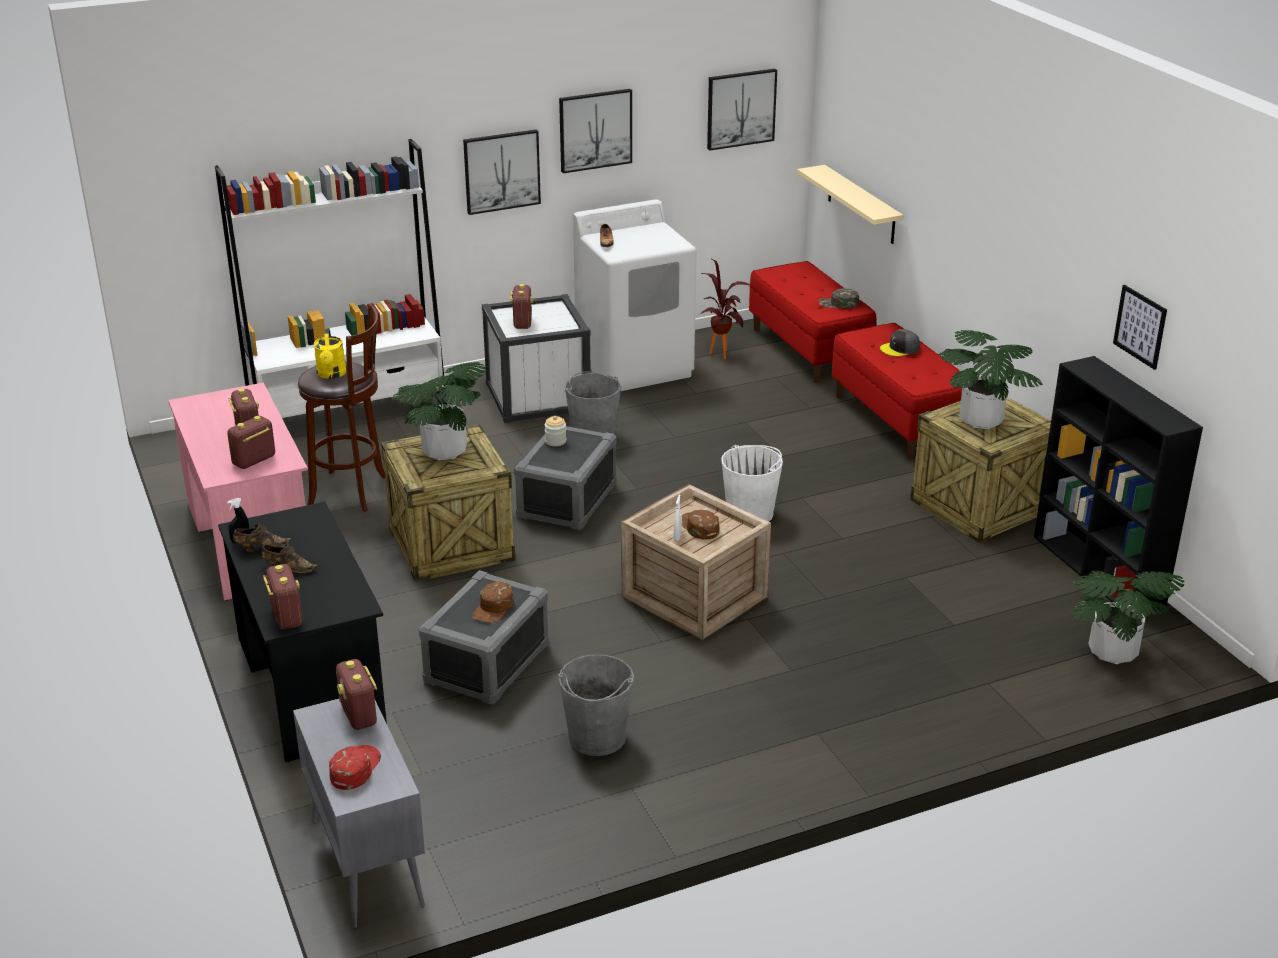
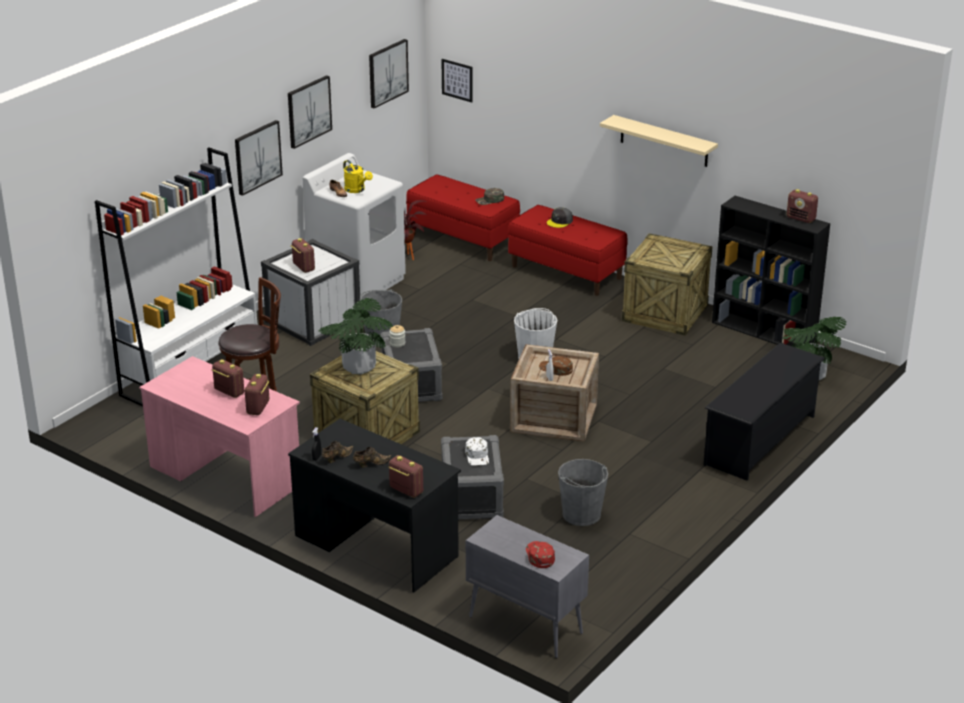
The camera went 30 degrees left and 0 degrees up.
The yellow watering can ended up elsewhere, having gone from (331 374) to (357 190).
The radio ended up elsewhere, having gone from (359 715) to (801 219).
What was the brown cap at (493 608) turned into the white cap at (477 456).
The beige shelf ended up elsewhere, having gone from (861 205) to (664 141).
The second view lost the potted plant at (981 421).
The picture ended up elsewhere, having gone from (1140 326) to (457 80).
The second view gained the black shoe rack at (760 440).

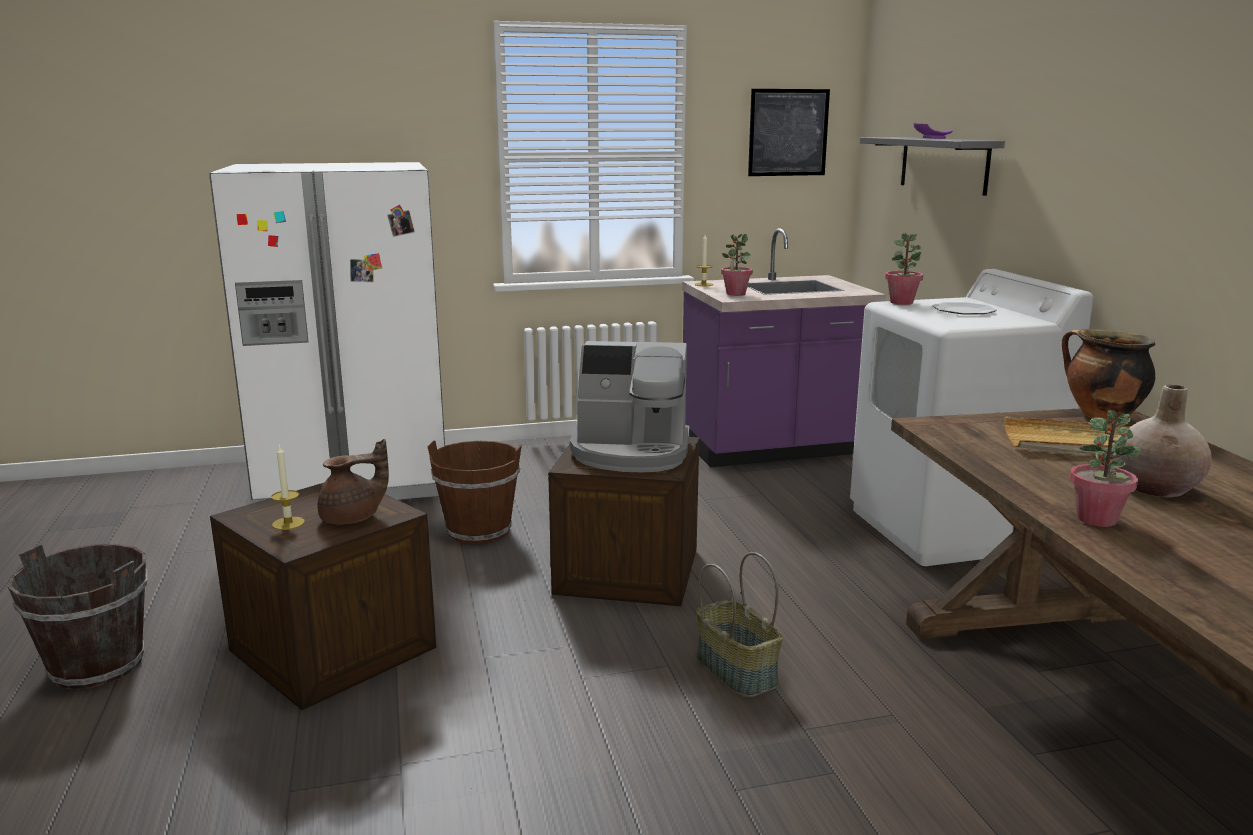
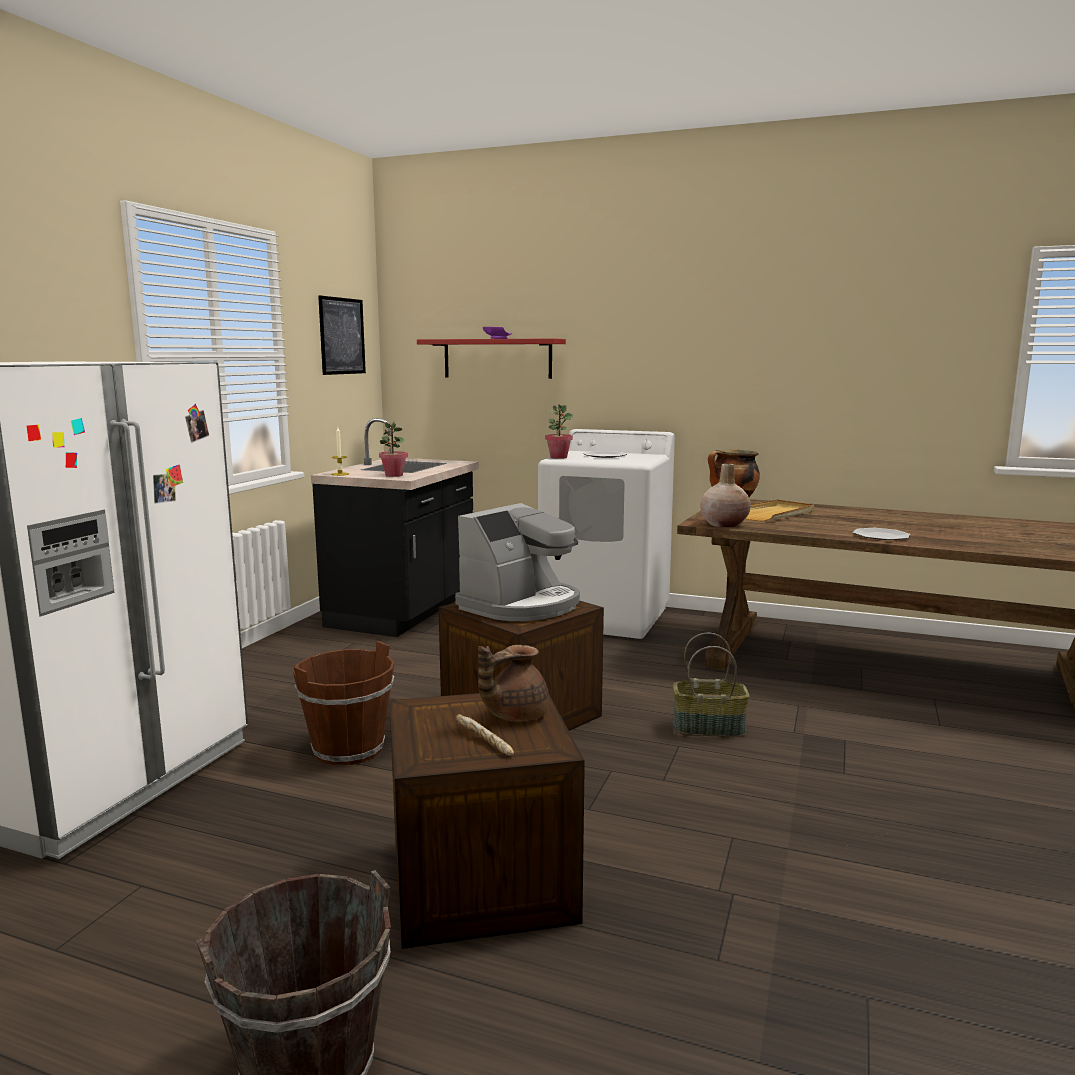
The camera went 55 degrees left and 5 degrees down.
Where the candle stood at (288 523), the bread came to stand at (483 743).
The brown teapot at (353 518) ended up facing another way, 135 degrees counterclockwise from before.
What was the purple counter at (772 449) turned into the black counter at (404 612).
What was the grey shelf at (943 164) turned into the red shelf at (497 358).
Where the potted plant stood at (1097 519), the plate came to stand at (881 536).
The beige vase ended up elsewhere, having gone from (1156 488) to (724 524).

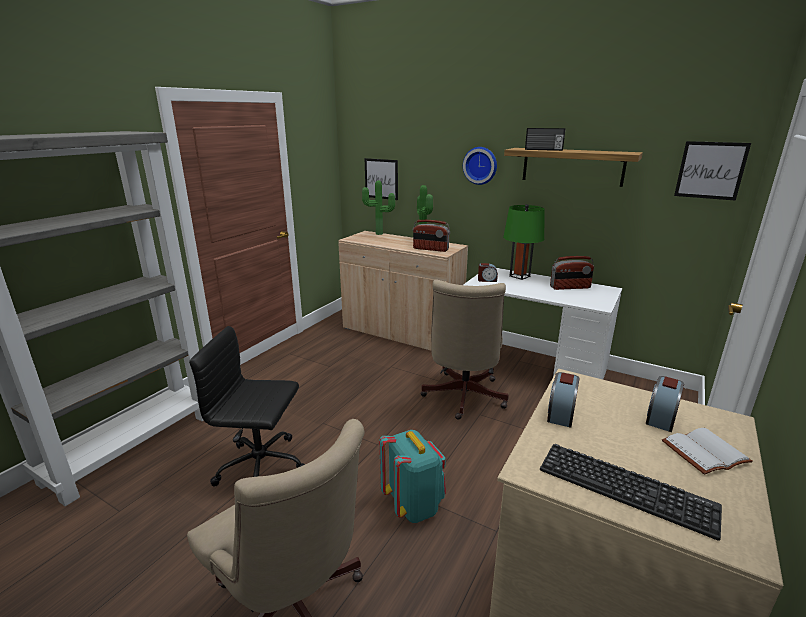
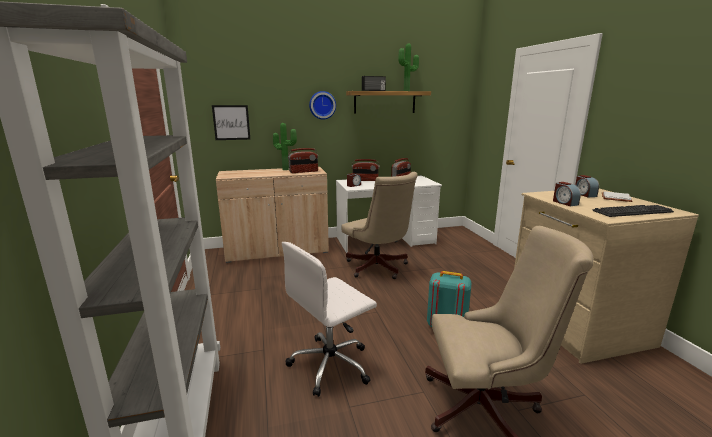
The camera went 45 degrees left and 5 degrees down.
What was the black office chair at (263 468) turned into the white office chair at (331 364).
The potted plant ended up elsewhere, having gone from (379 234) to (407 91).
Where the green table lamp stood at (519 276), the radio came to stand at (365 180).
The second view lost the picture at (710 170).

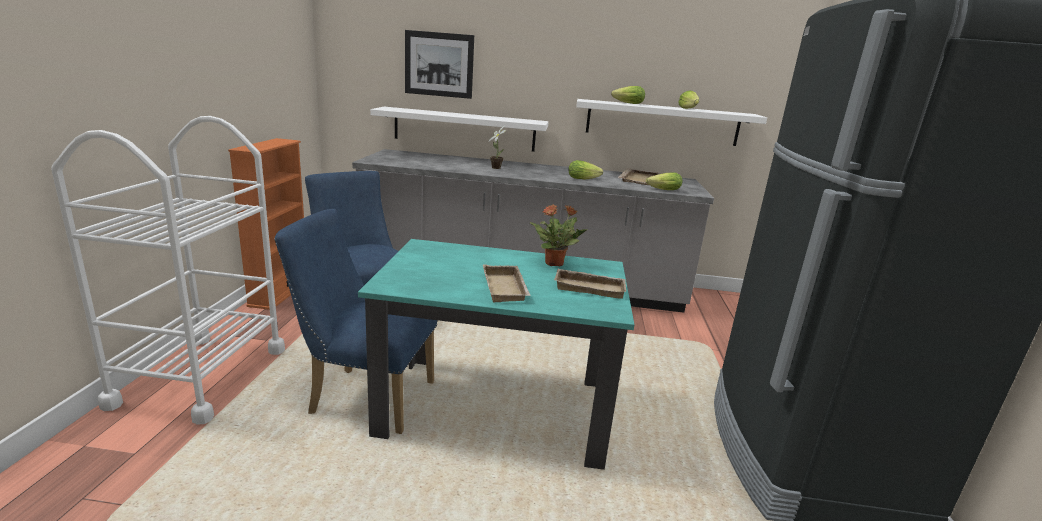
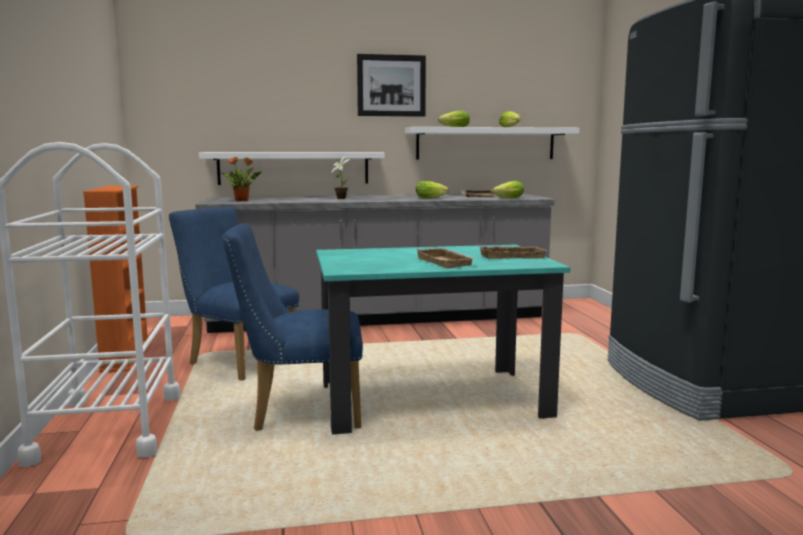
The camera went 15 degrees left and 10 degrees down.
The picture ended up elsewhere, having gone from (439 64) to (391 85).
The potted plant ended up elsewhere, having gone from (555 263) to (242 200).

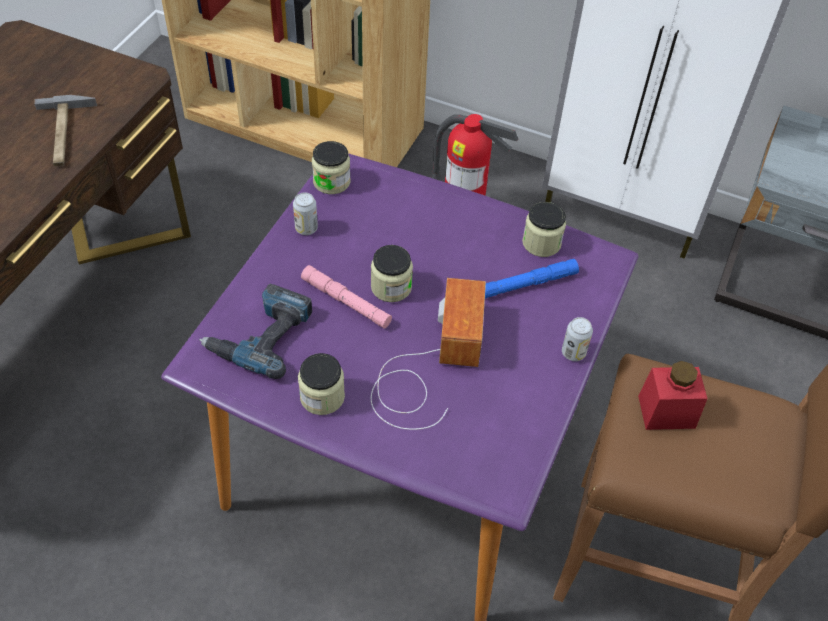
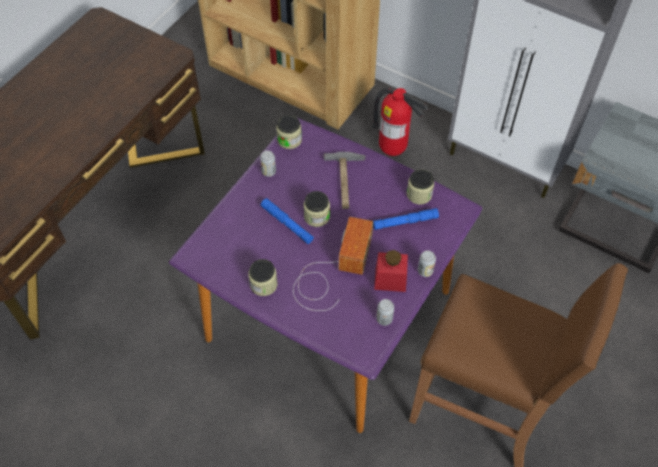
The camera went 10 degrees right and 5 degrees up.
The hammer ended up elsewhere, having gone from (64 134) to (345 182).
The second view lost the power drill at (261 335).
What was the pink flashlight at (346 301) turned into the blue flashlight at (287 223).
The red jar ended up elsewhere, having gone from (666 412) to (390 280).
The second view gained the can at (384 319).

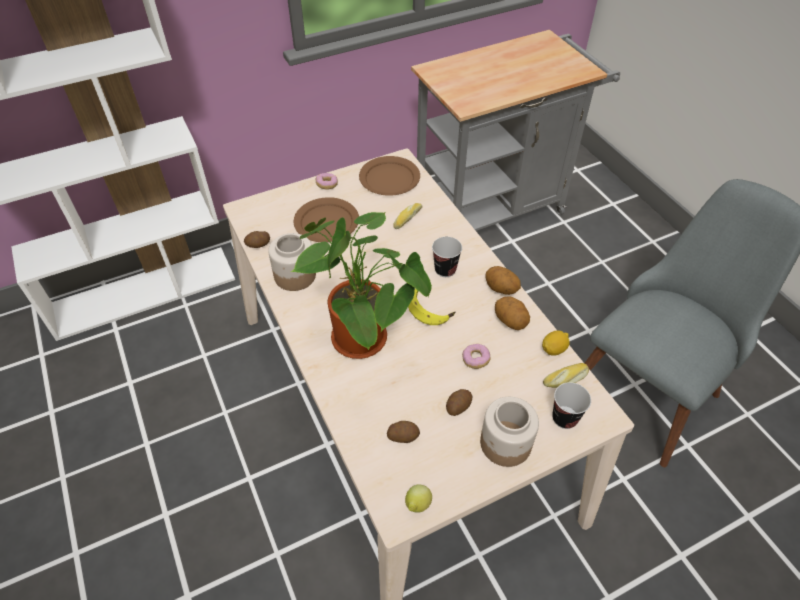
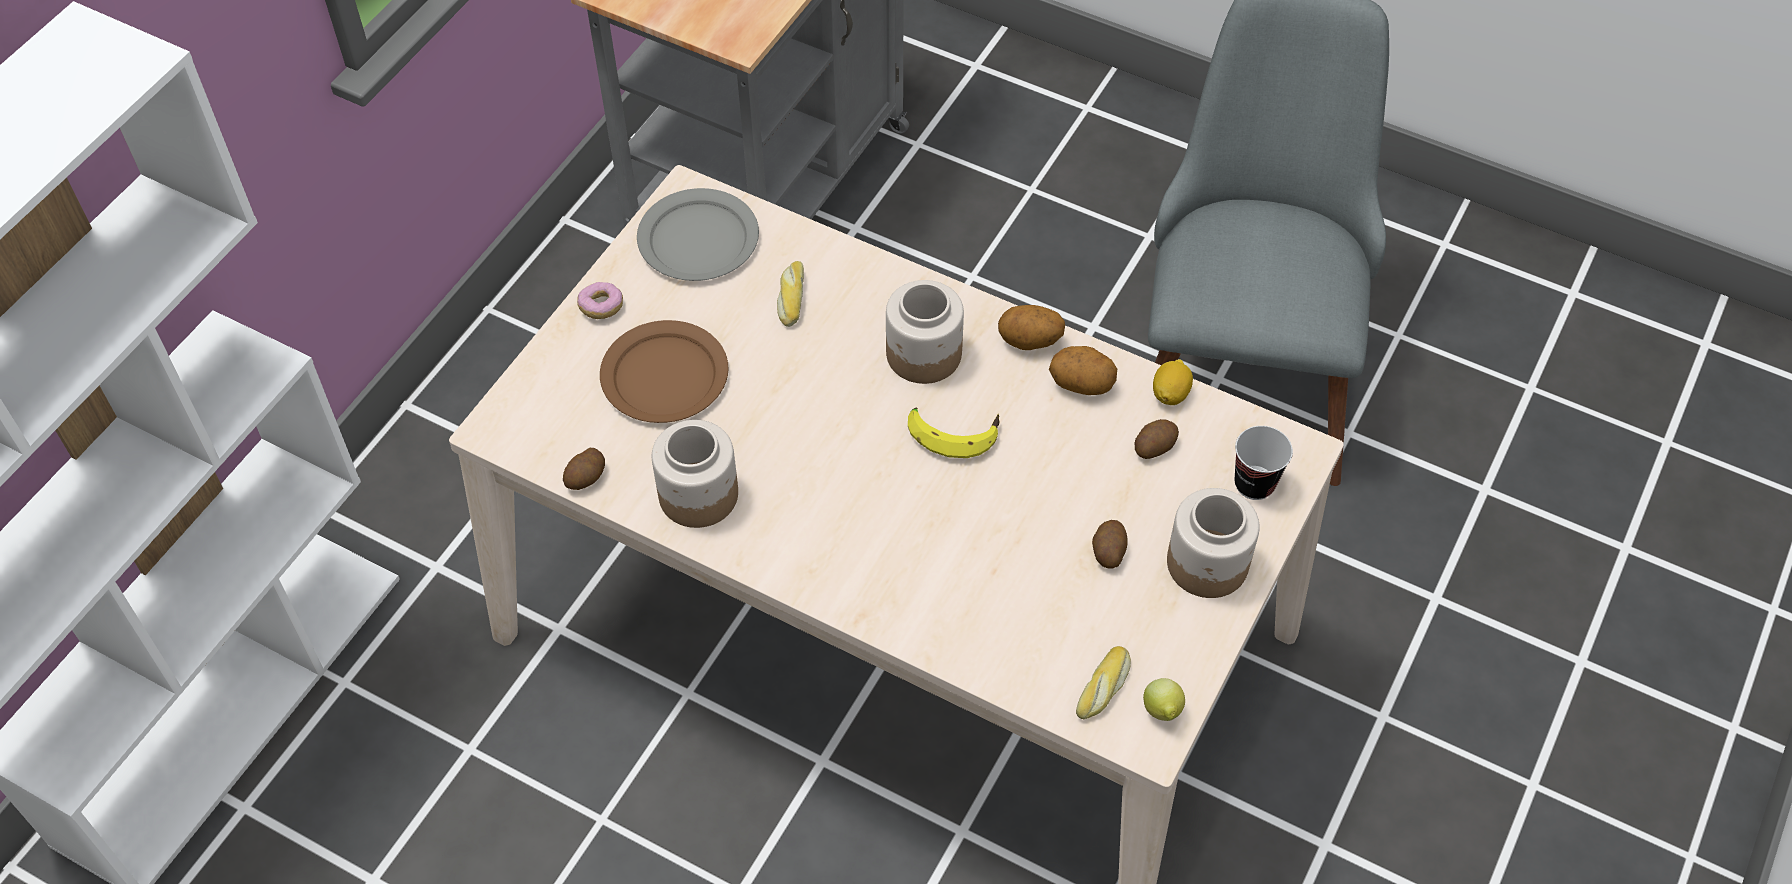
The camera went 35 degrees left and 5 degrees up.
The second view lost the potted plant at (365 342).
What was the brown plate at (390 178) turned into the grey plate at (699 239).
The potato ended up elsewhere, having gone from (403 436) to (1154 446).
Where the cup stood at (445 270), the jar came to stand at (923 355).
The second view lost the donut at (475 360).
The bread ended up elsewhere, having gone from (566 379) to (1104 688).

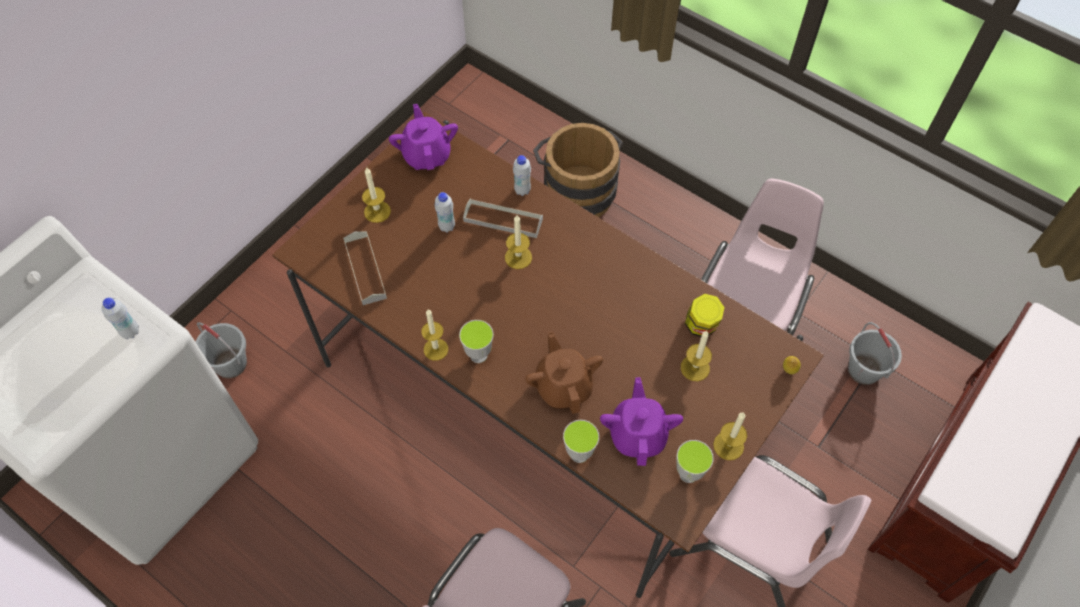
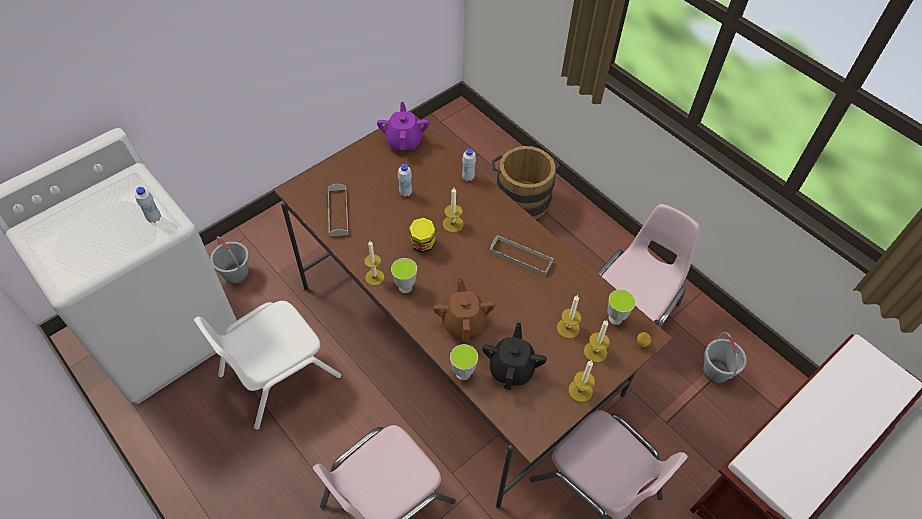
The camera went 10 degrees right and 5 degrees down.
The candle ended up elsewhere, having gone from (377 211) to (595 352).
The grey tray ended up elsewhere, having gone from (503 220) to (520 257).
What was the purple teapot at (638 434) turned into the black teapot at (511 368).
The cup ended up elsewhere, having gone from (688 474) to (615 318).
The jar ended up elsewhere, having gone from (701 326) to (422 245).
The second view gained the white chair at (278 375).

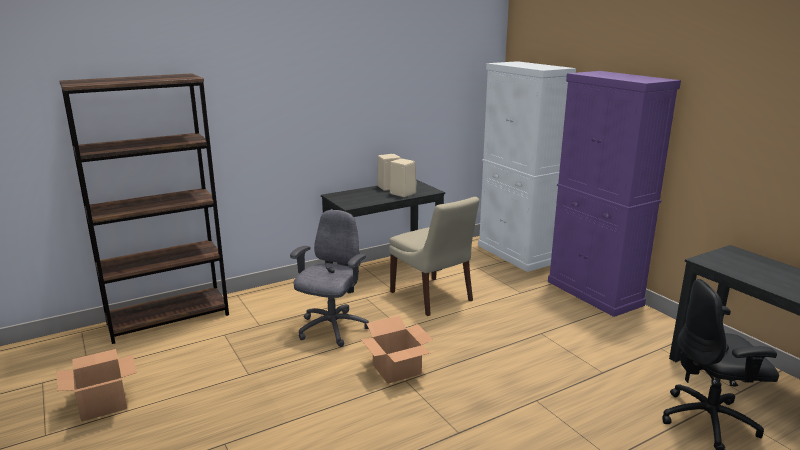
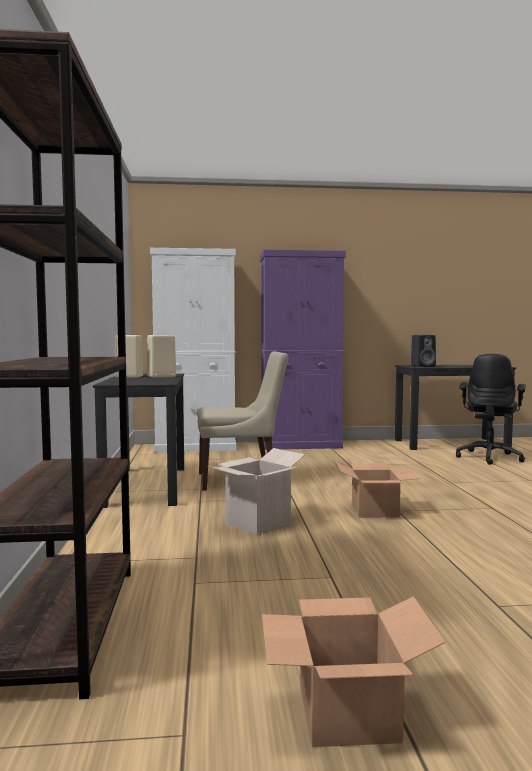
The camera went 65 degrees left and 15 degrees down.
Where the grey office chair stood at (331 329), the cardboard box came to stand at (258 523).
The second view gained the black speaker at (423 366).

